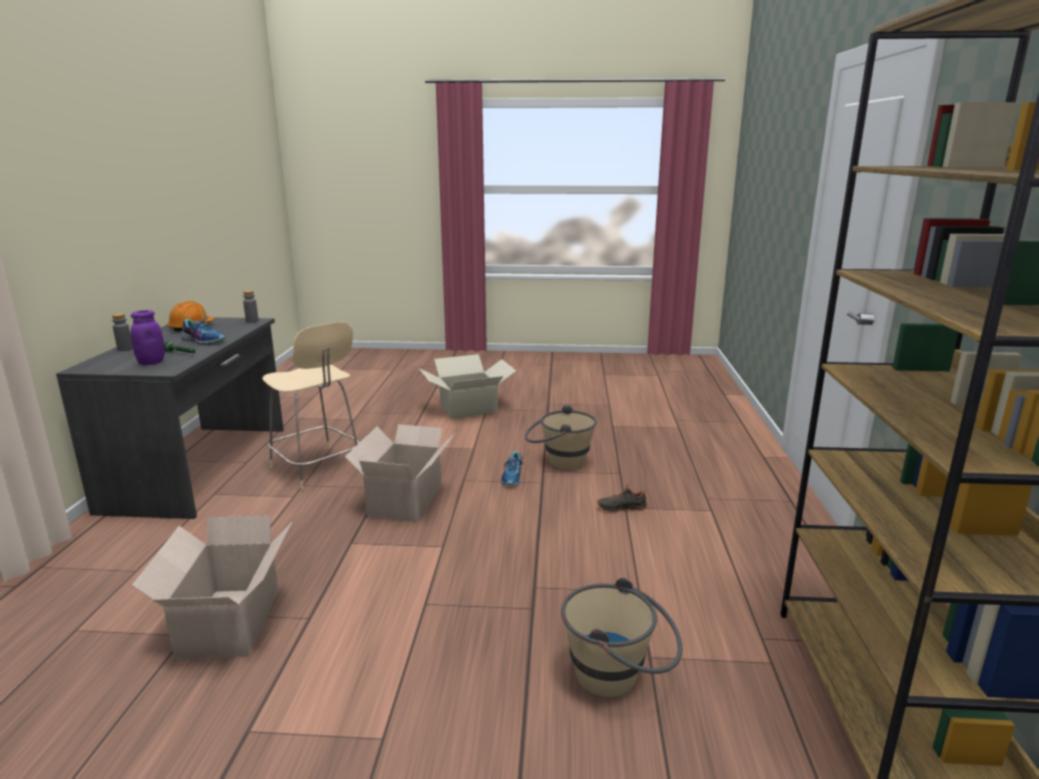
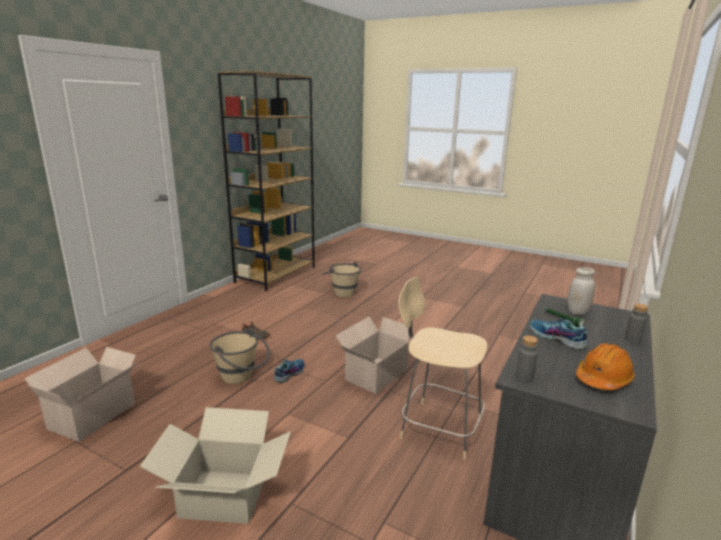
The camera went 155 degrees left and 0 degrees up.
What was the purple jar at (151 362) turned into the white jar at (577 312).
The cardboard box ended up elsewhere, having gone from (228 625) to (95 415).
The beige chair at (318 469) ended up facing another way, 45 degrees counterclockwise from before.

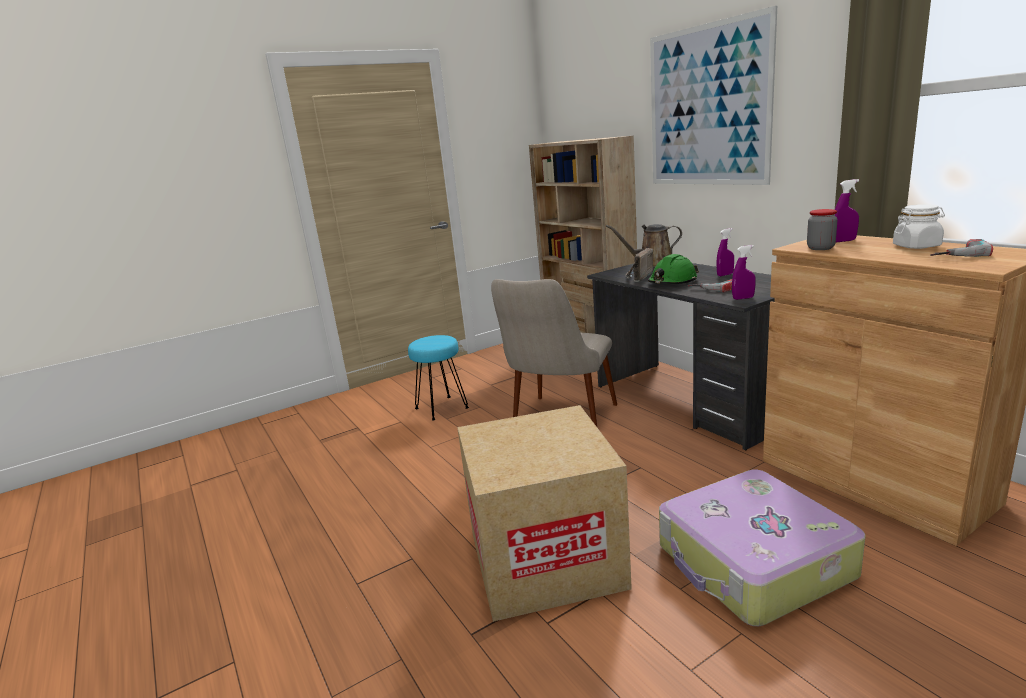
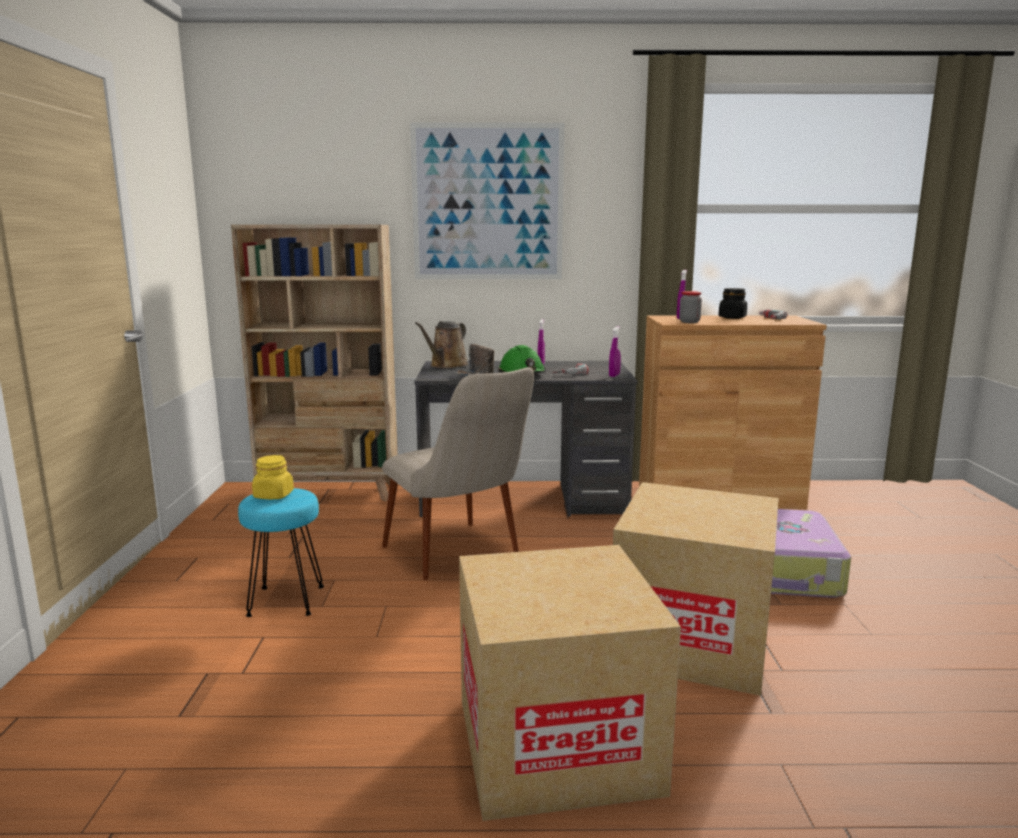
The camera went 60 degrees left and 5 degrees down.
What was the white jar at (916 246) turned into the black jar at (732 317).
The second view gained the yellow jar at (273 495).
The second view gained the cardboard box at (556 744).

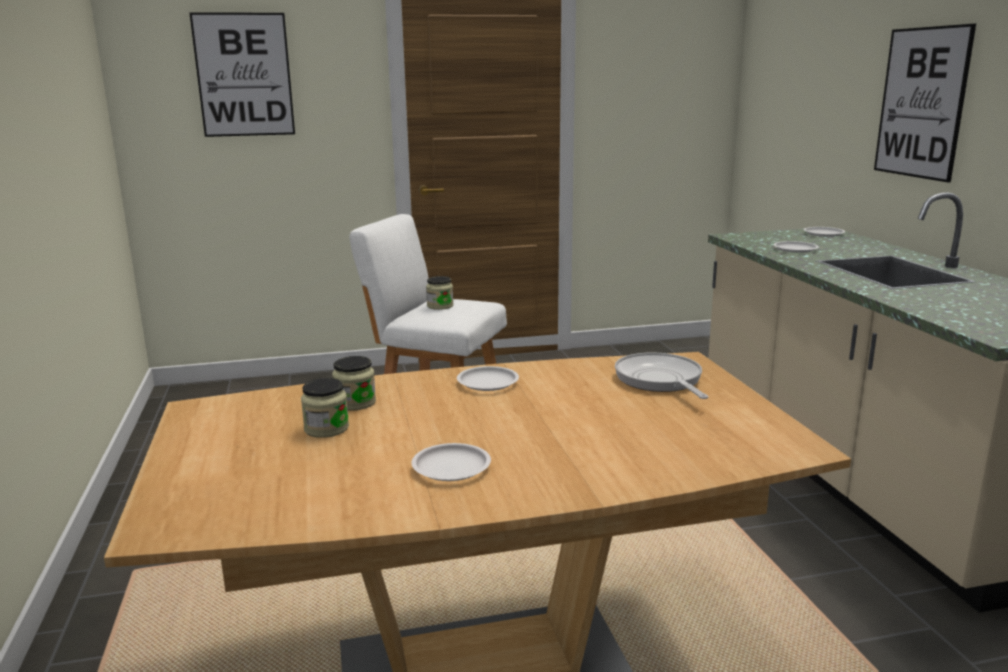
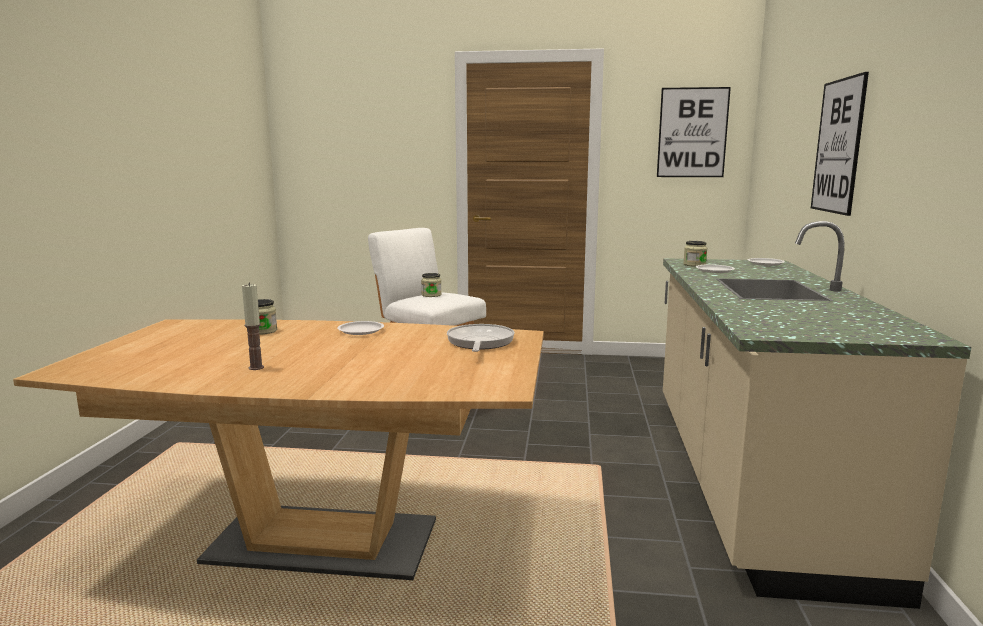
The camera went 20 degrees right and 5 degrees down.
The picture ended up elsewhere, having gone from (244 75) to (692 133).
The jar ended up elsewhere, having gone from (326 428) to (694 265).
Where the white plate stood at (452 467), the candle came to stand at (256 367).

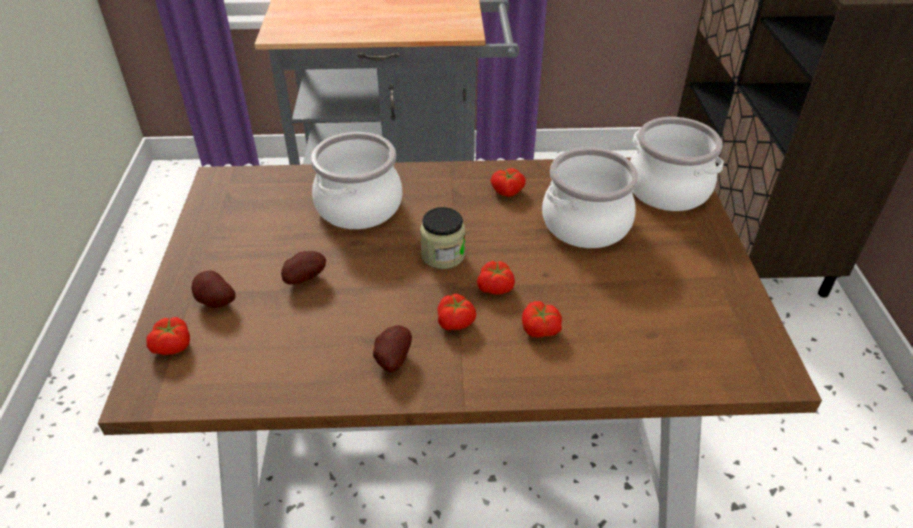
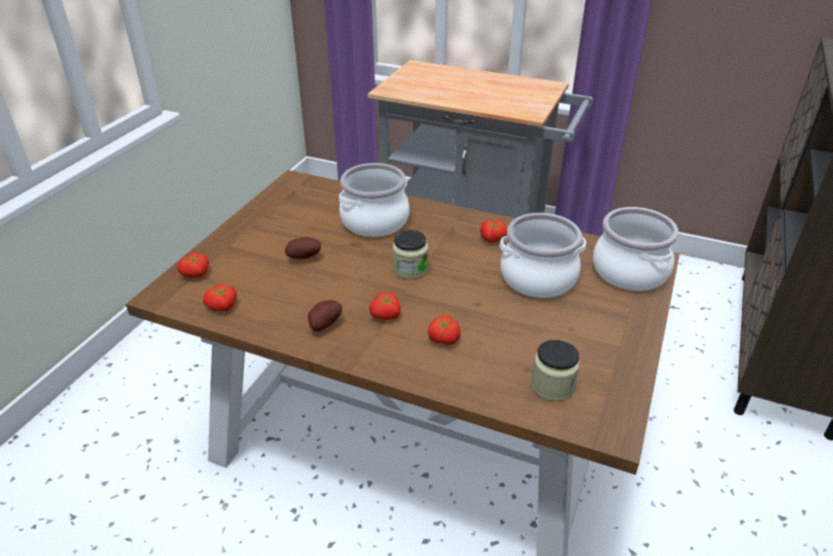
The camera went 25 degrees right and 5 degrees down.
The second view lost the potato at (214 302).
The tomato ended up elsewhere, having gone from (496 288) to (222 307).
The second view gained the jar at (552 386).

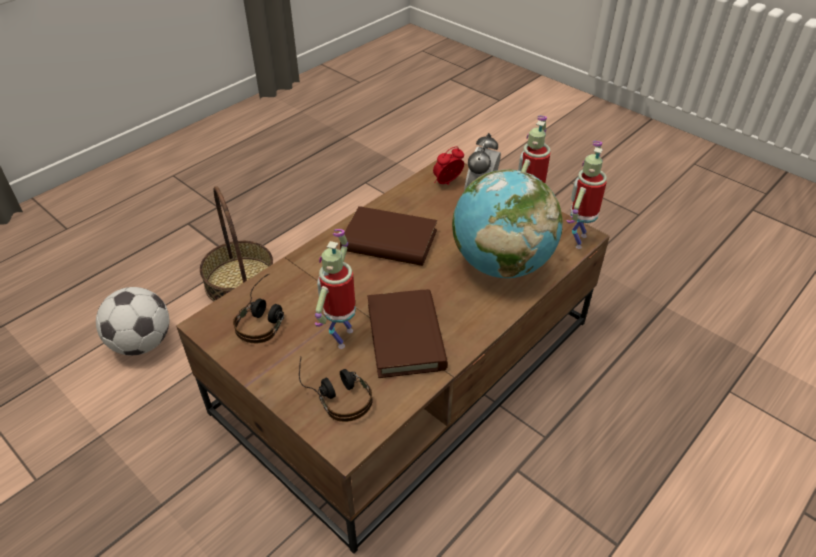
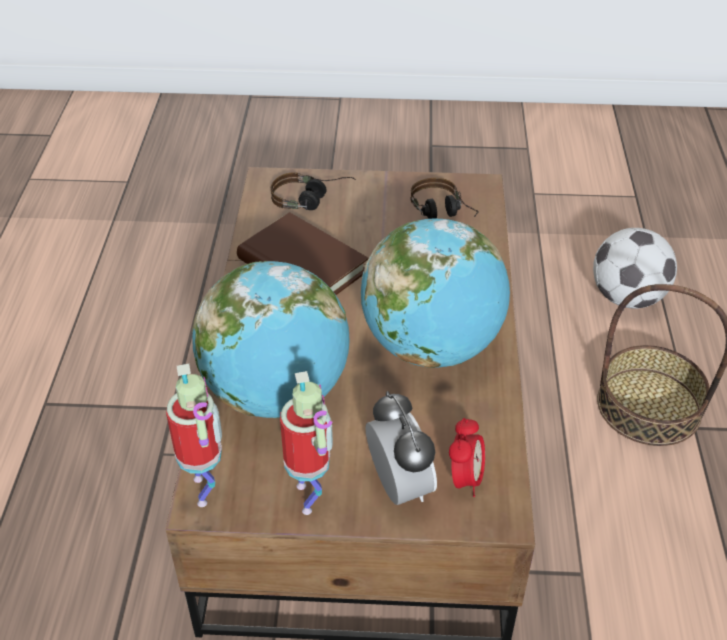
The camera went 140 degrees right and 0 degrees up.
The second view lost the toy robot at (341 336).
Where the brown book stood at (389 241), the globe came to stand at (432 346).

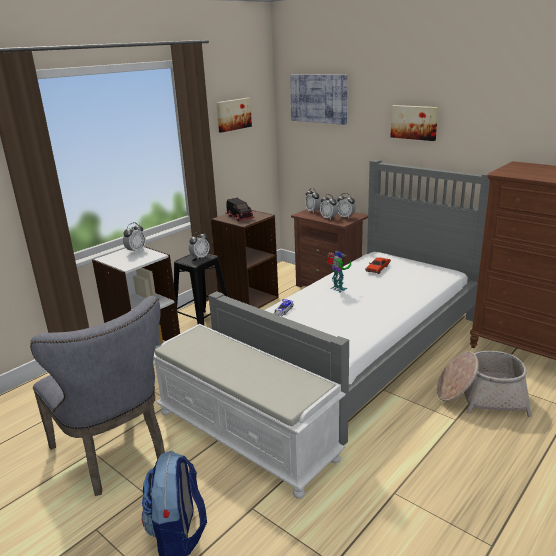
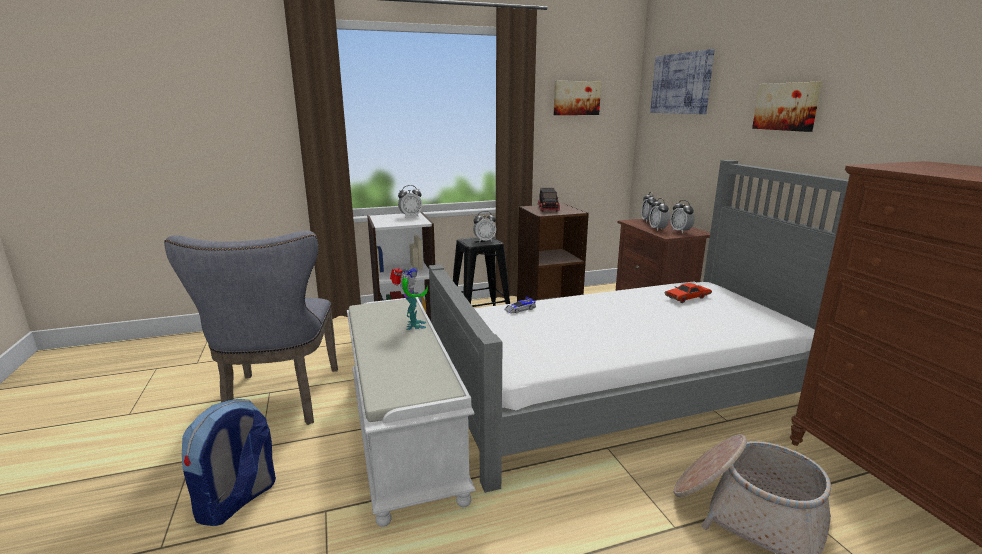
The camera went 30 degrees right and 5 degrees down.
The toy robot ended up elsewhere, having gone from (338 289) to (412 325).

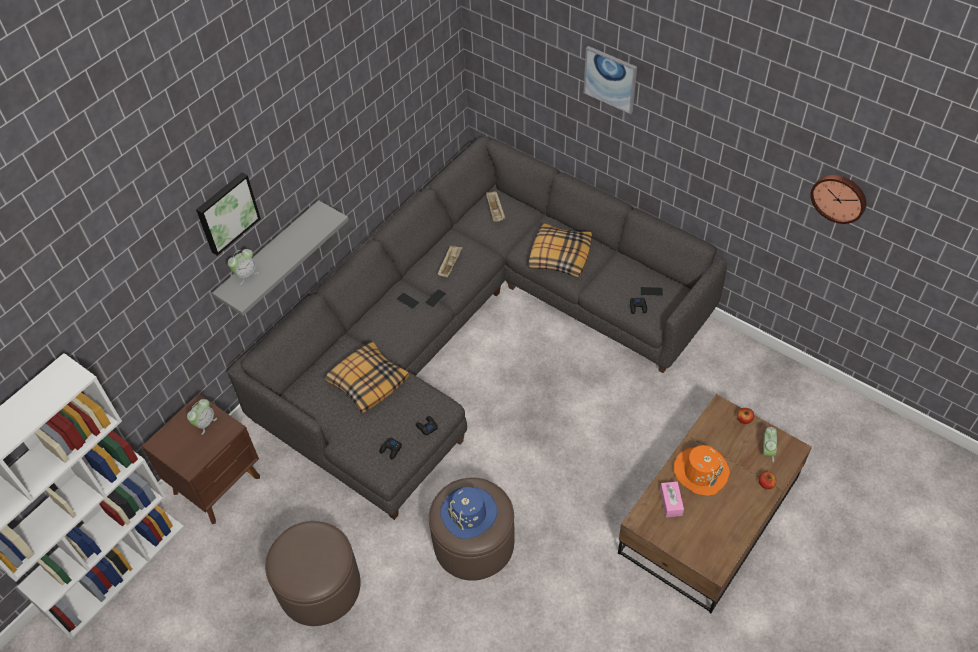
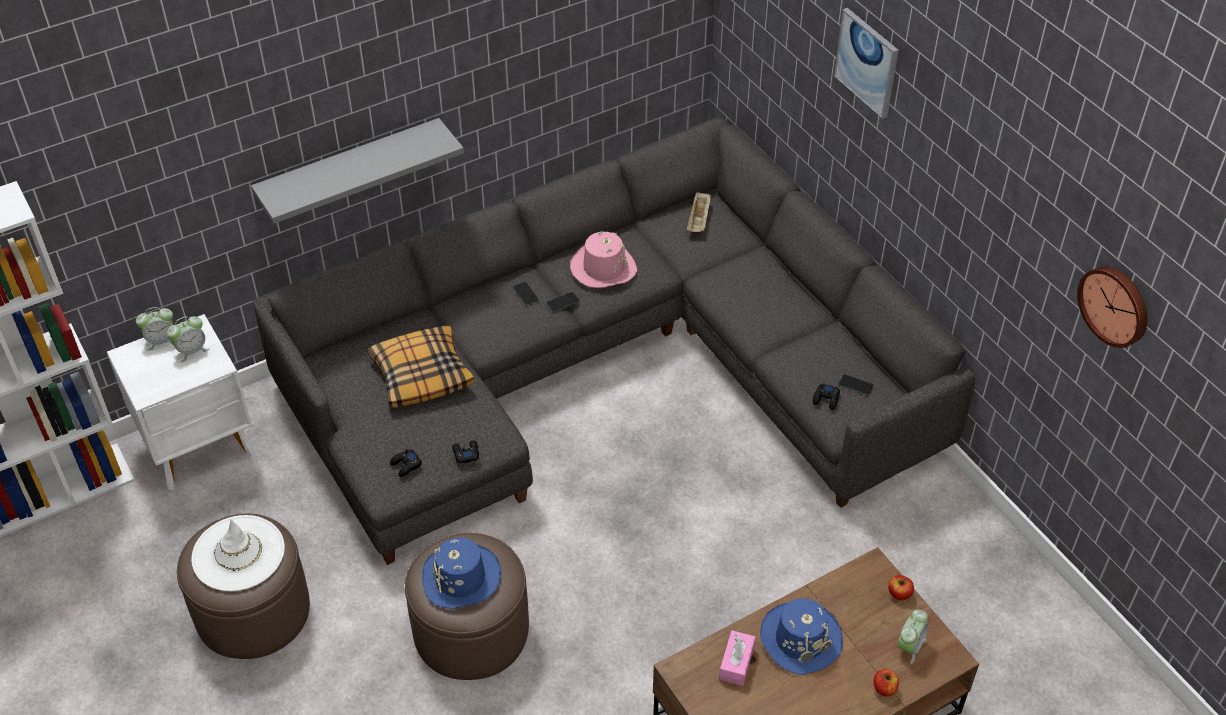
The camera went 20 degrees right and 5 degrees down.
What was the brown nightstand at (219 485) turned into the white nightstand at (200 446).
The second view lost the picture at (226 212).
The alarm clock ended up elsewhere, having gone from (246 275) to (161 341).
Where the beige tray stood at (450 265), the pink hat came to stand at (603 267).
The second view lost the pillow at (559 256).
What was the orange hat at (701 471) turned into the blue hat at (800 638).
The second view gained the white hat at (238 553).

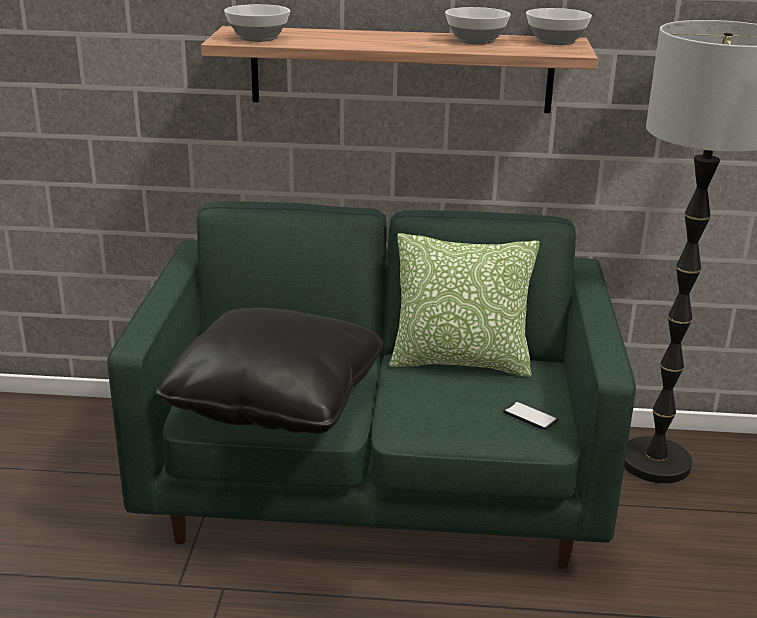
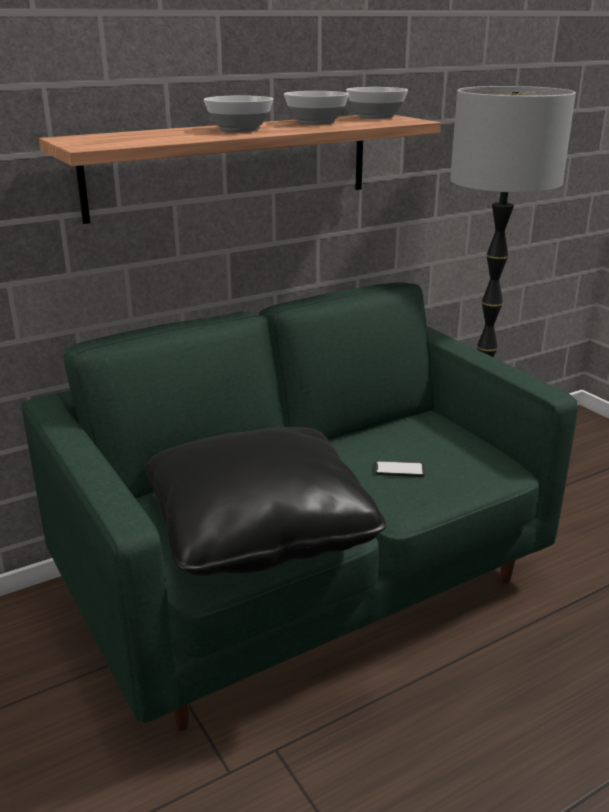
The camera went 35 degrees left and 0 degrees up.
The bowl ended up elsewhere, having gone from (259 38) to (240 129).
The second view lost the pillow at (460 362).
The phone ended up elsewhere, having gone from (530 416) to (399 469).

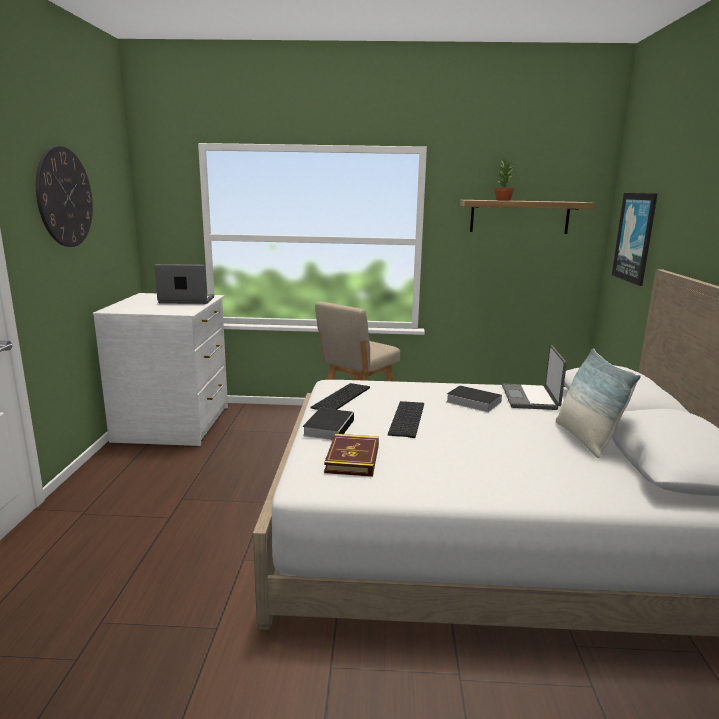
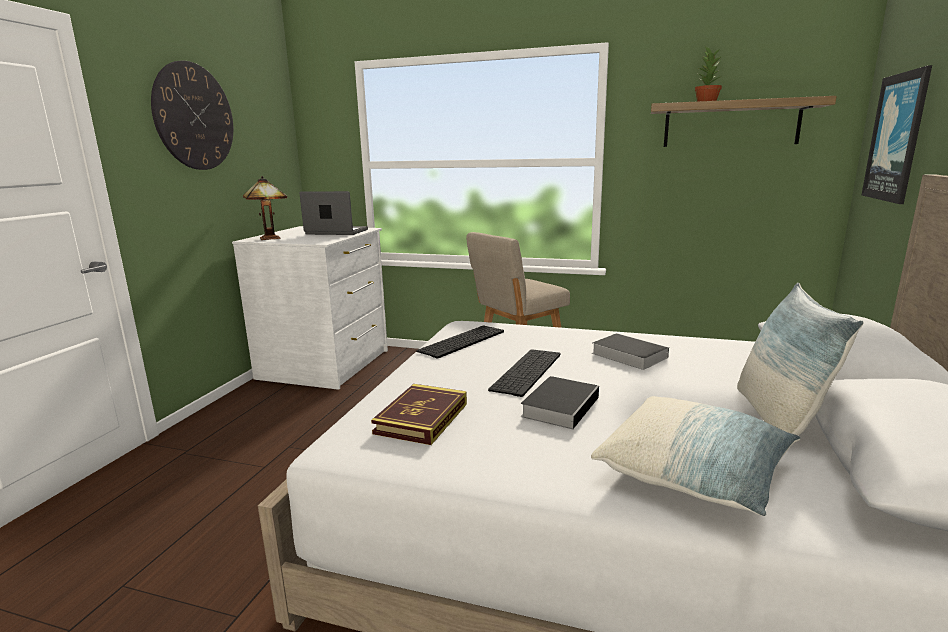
The camera went 15 degrees right and 0 degrees up.
The book ended up elsewhere, having gone from (329 427) to (561 405).
The second view lost the laptop at (531 398).
The second view gained the table lamp at (268 238).
The second view gained the pillow at (693 473).

